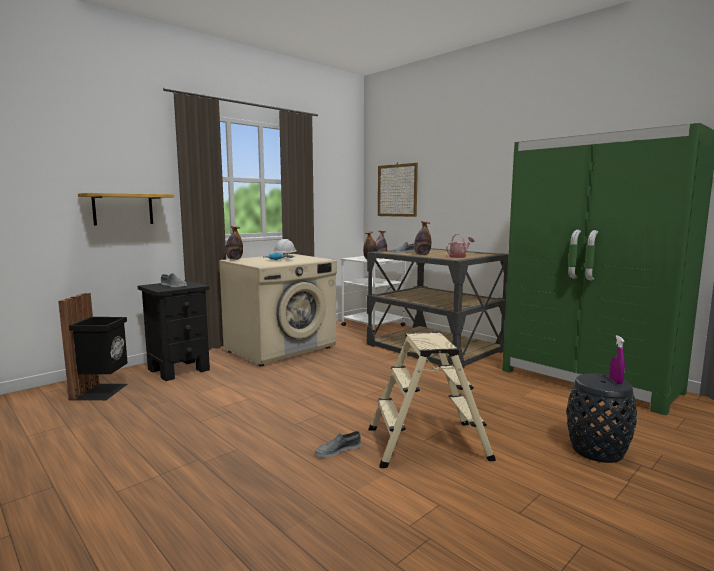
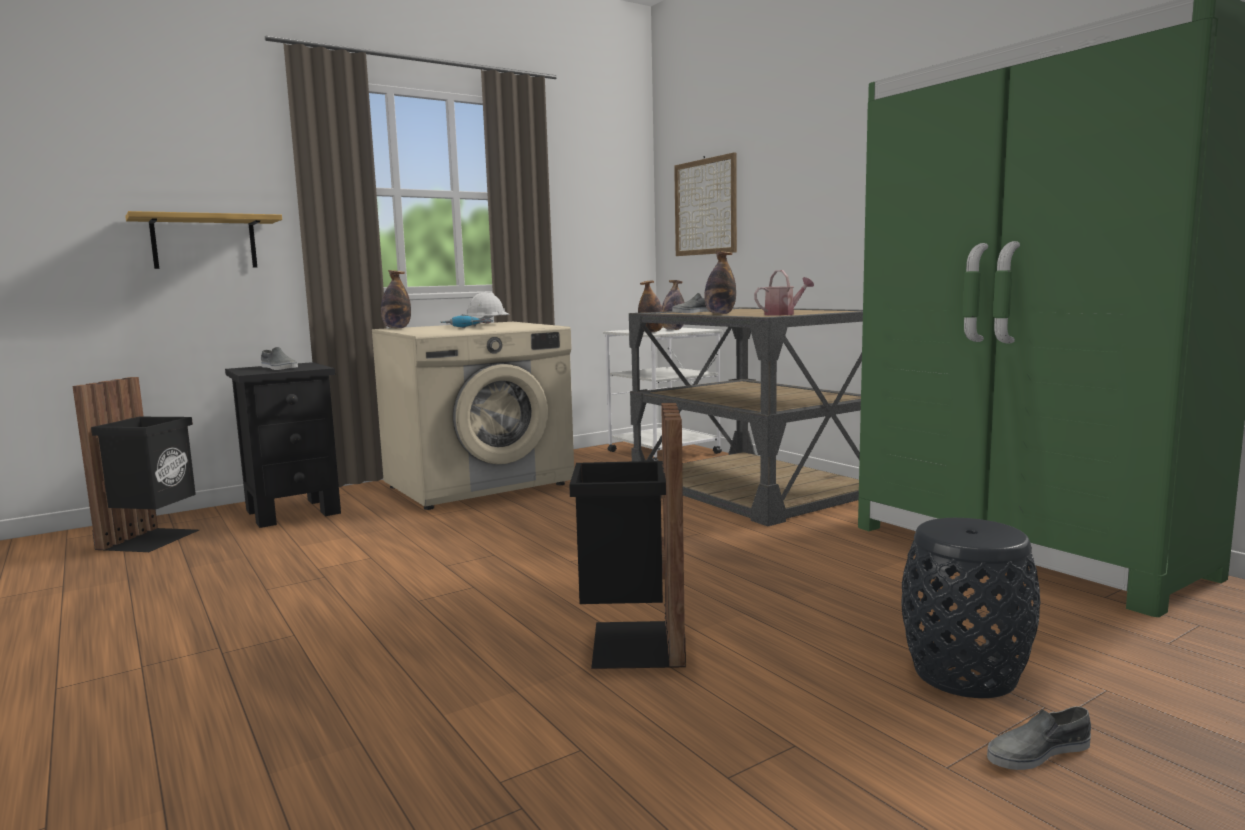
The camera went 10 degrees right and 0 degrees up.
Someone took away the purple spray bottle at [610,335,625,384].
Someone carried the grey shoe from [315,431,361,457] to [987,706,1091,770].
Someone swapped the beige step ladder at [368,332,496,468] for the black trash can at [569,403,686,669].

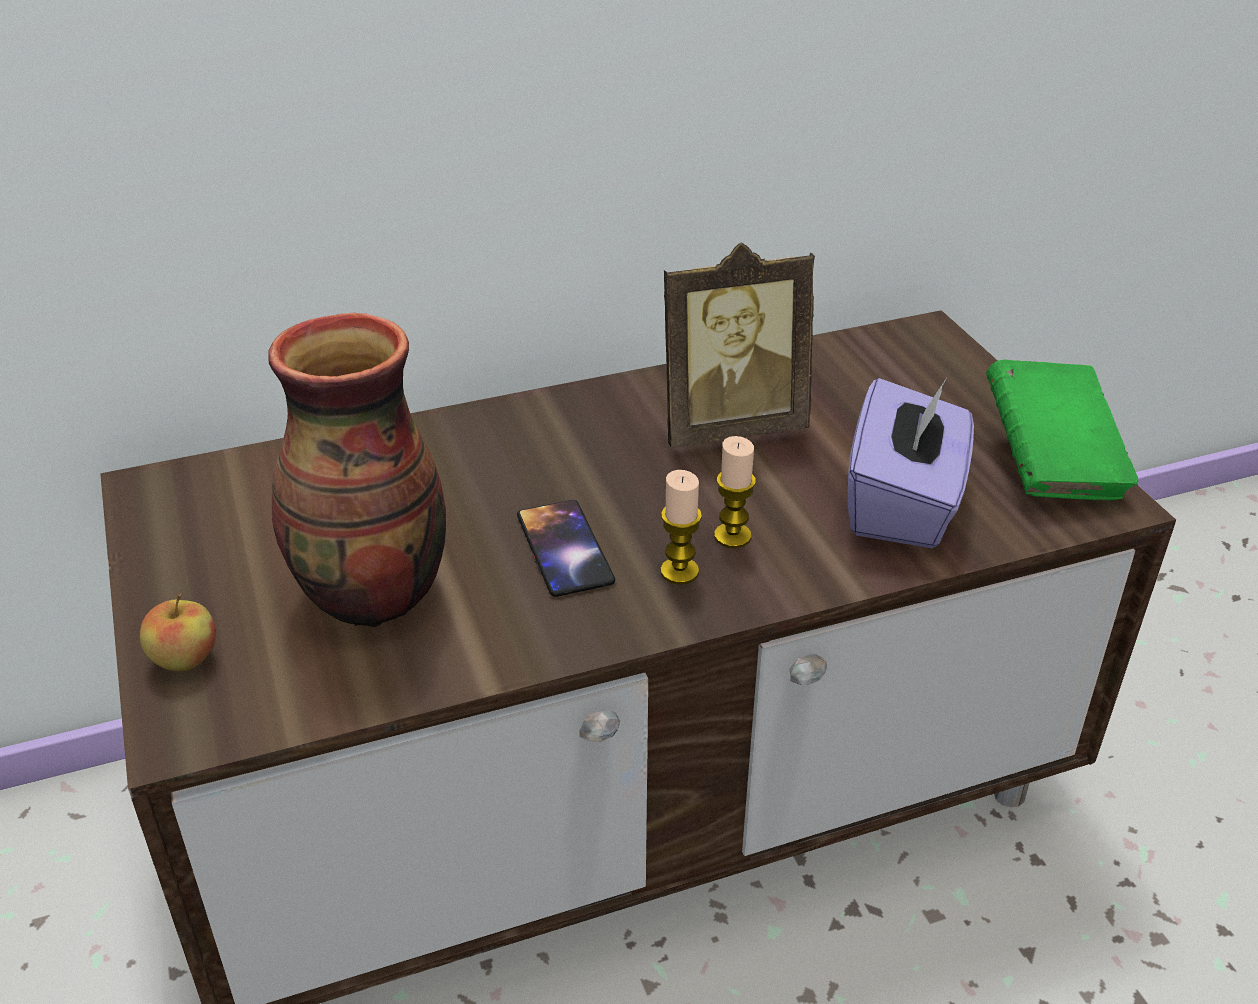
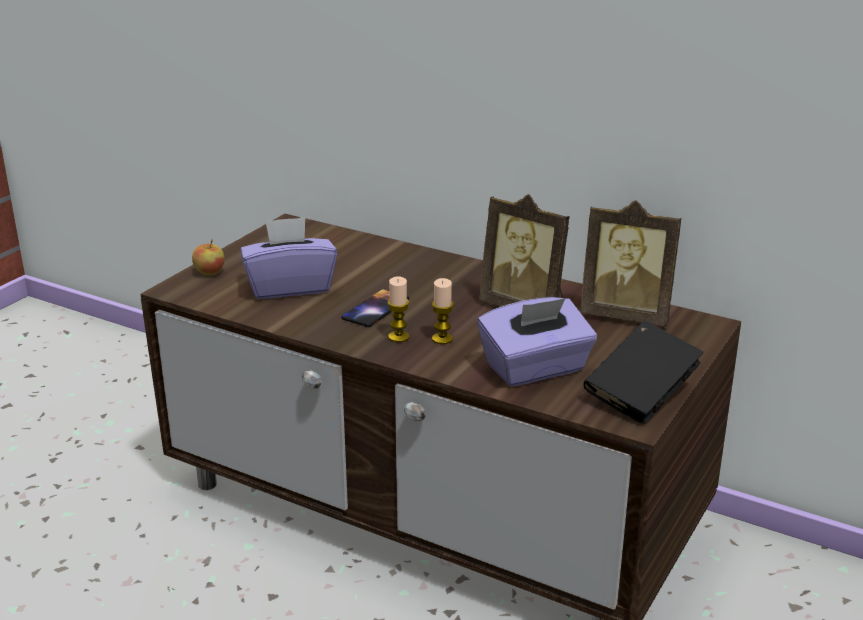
The camera went 50 degrees right and 10 degrees down.
Someone put down the picture frame at [580,200,681,326].
Someone swapped the vase at [268,313,446,627] for the purple tissue box at [240,217,337,299].
Someone repainted the green book at [986,360,1138,501], which became the black book at [584,321,704,424].

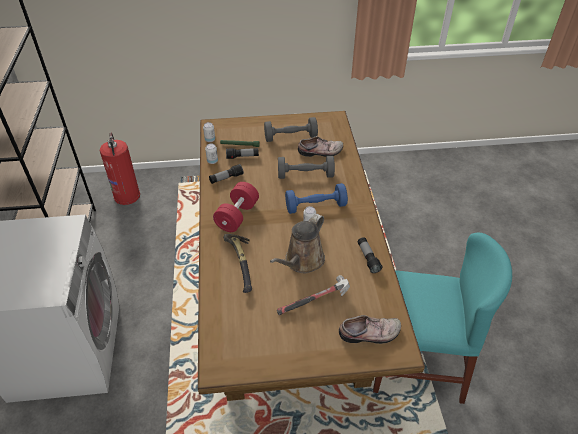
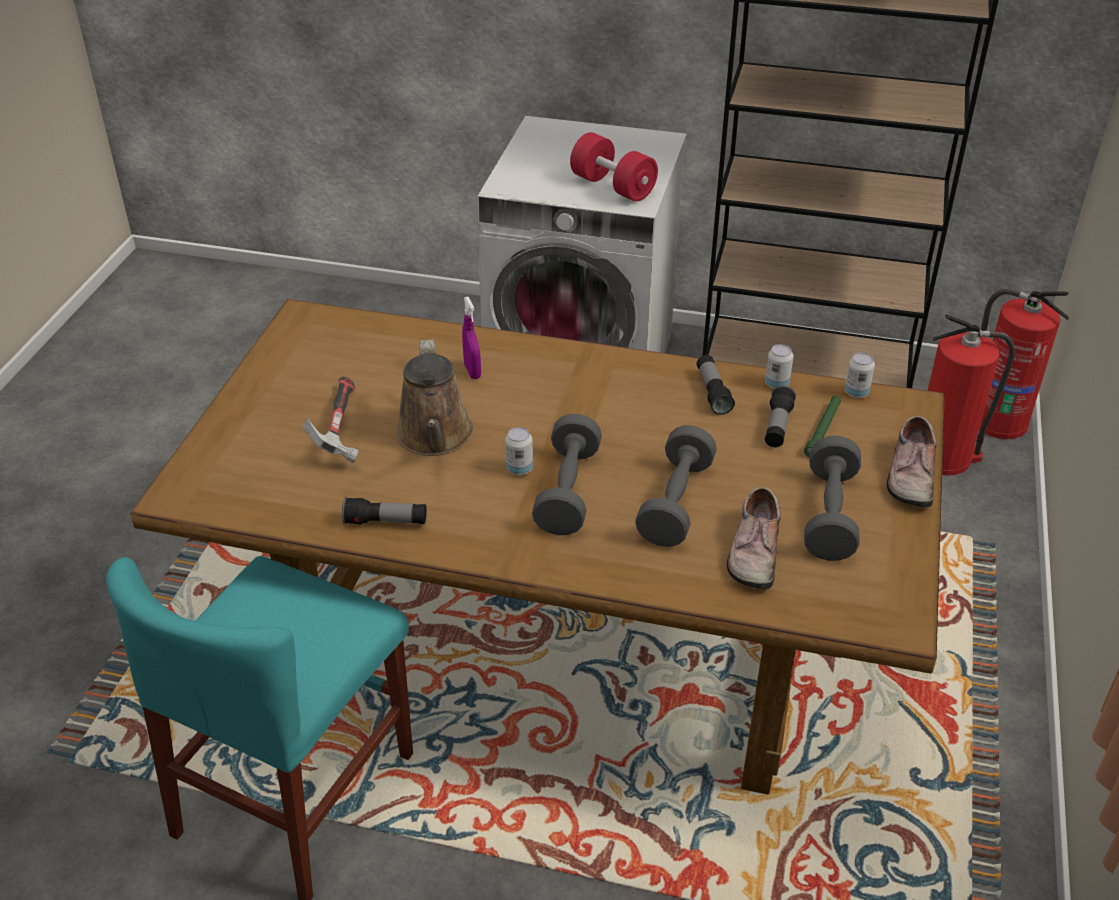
The camera went 110 degrees right and 5 degrees down.
Someone put down the fire extinguisher at [979,288,1069,439].
Someone carried the red dumbbell from [213,182,259,232] to [570,132,658,202].
Someone carried the shoe from [339,315,401,344] to [887,416,937,507].
Someone swapped the hammer at [223,234,252,293] for the purple spray bottle at [462,297,481,379].
Someone repainted the blue dumbbell at [285,183,348,214], which became the grey dumbbell at [532,414,602,535].
Someone rotated the brown watering can at [270,214,325,273] by 150 degrees counterclockwise.

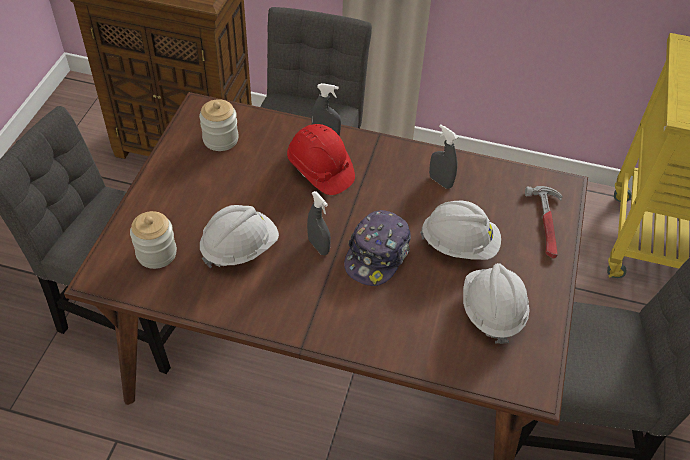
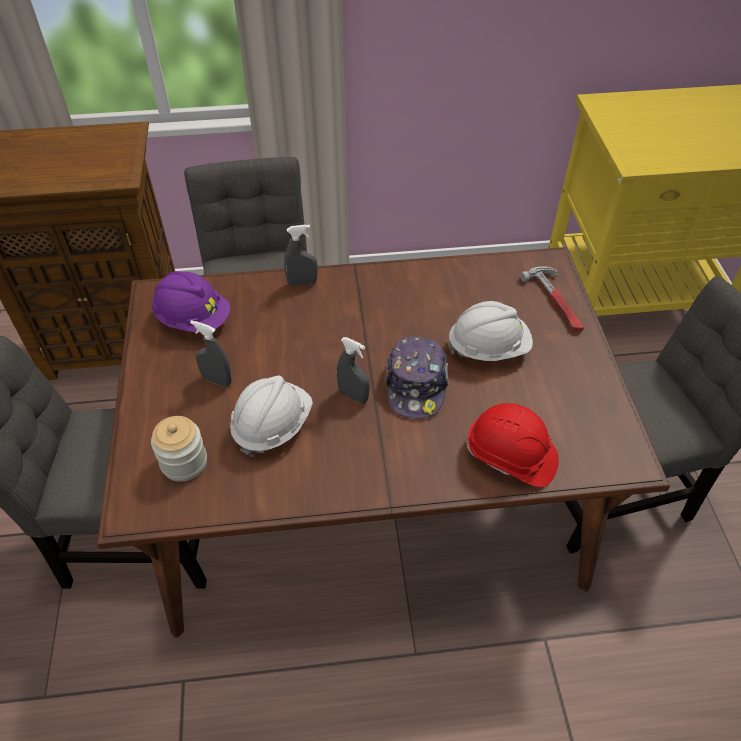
The camera went 20 degrees left and 0 degrees up.
Someone took away the white hard hat at [463,263,529,344].
Someone carried the red hard hat from [287,124,355,195] to [466,403,559,487].
Someone carried the grey spray bottle from [429,124,458,189] to [190,320,232,387].
Someone swapped the jar at [199,99,239,151] for the purple hard hat at [152,271,231,333].

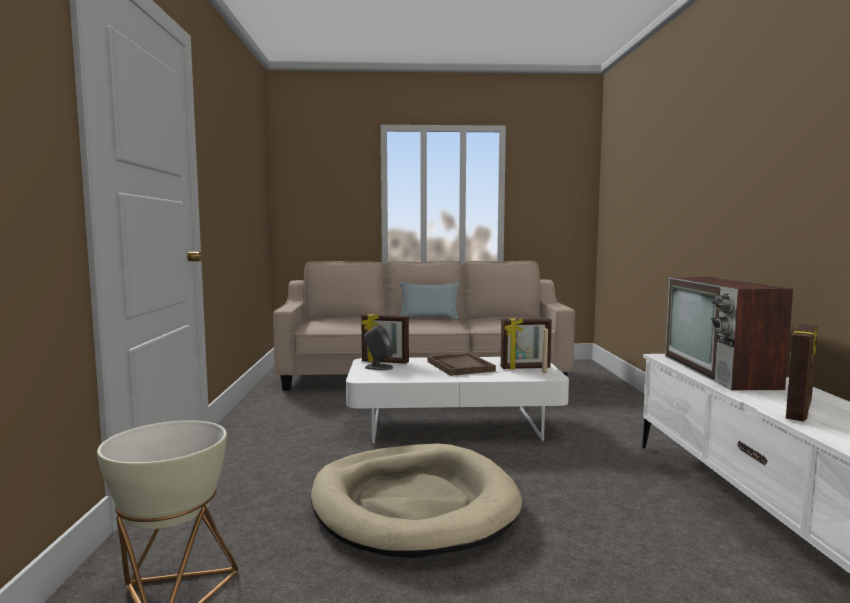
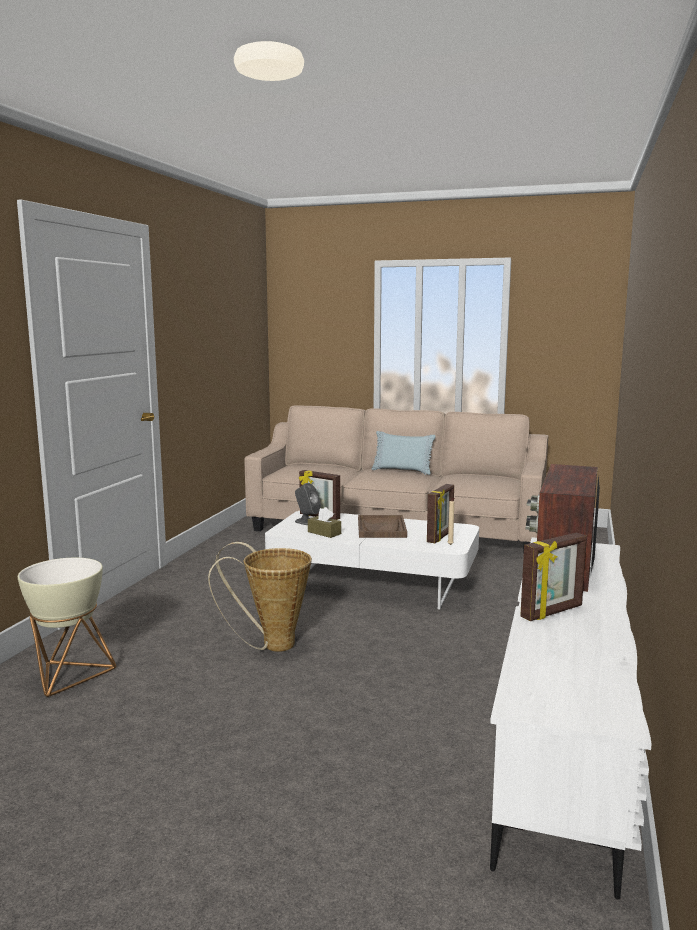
The camera went 20 degrees right and 5 degrees up.
Someone put down the brown tissue box at [308,507,341,538].
Someone swapped the beige dog bed at [311,444,522,558] for the basket at [208,542,312,652].
Someone rotated the picture frame at [501,318,552,369] by 75 degrees counterclockwise.

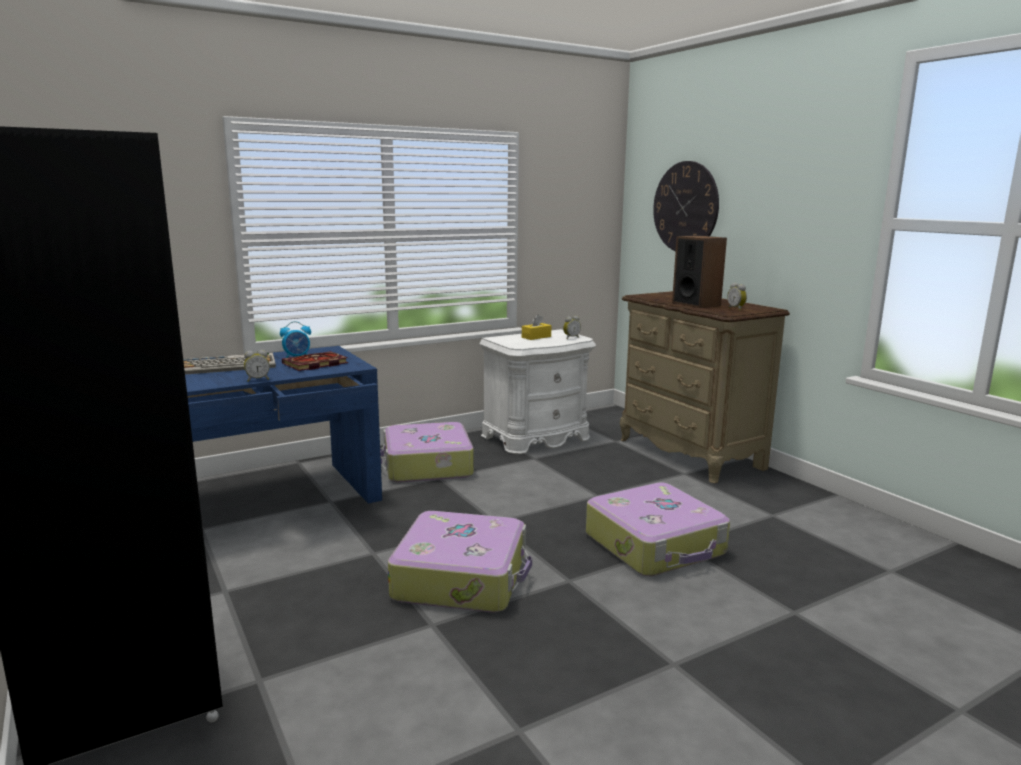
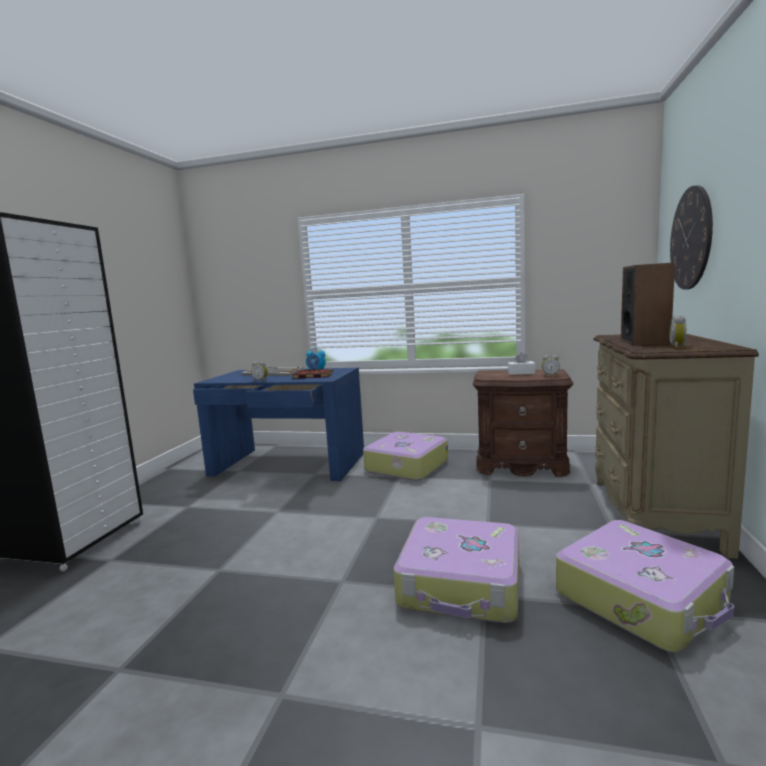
The camera went 45 degrees right and 5 degrees down.
Someone carried the suitcase from [388,511,532,612] to [556,520,734,652].
Someone repainted the white nightstand at [479,329,596,454], which became the brown nightstand at [473,369,574,477].
Someone repainted the yellow tissue box at [522,314,551,340], which became the white tissue box at [508,352,535,375].

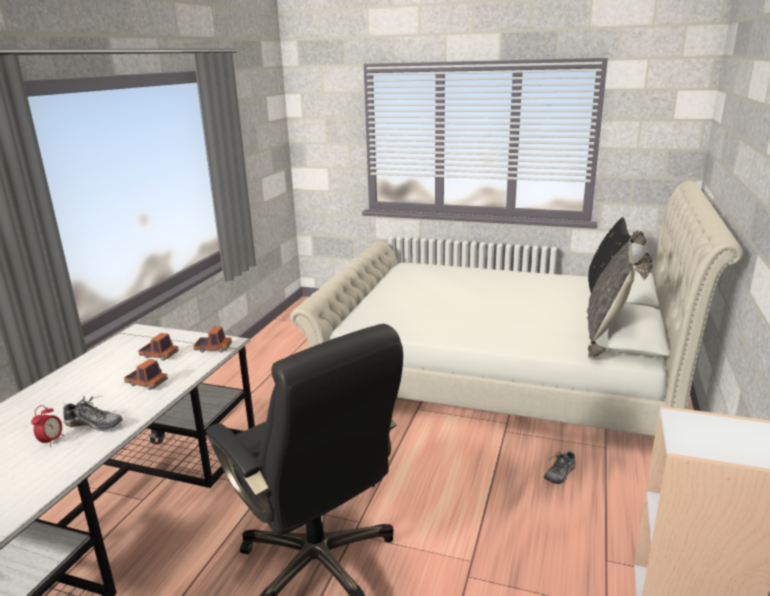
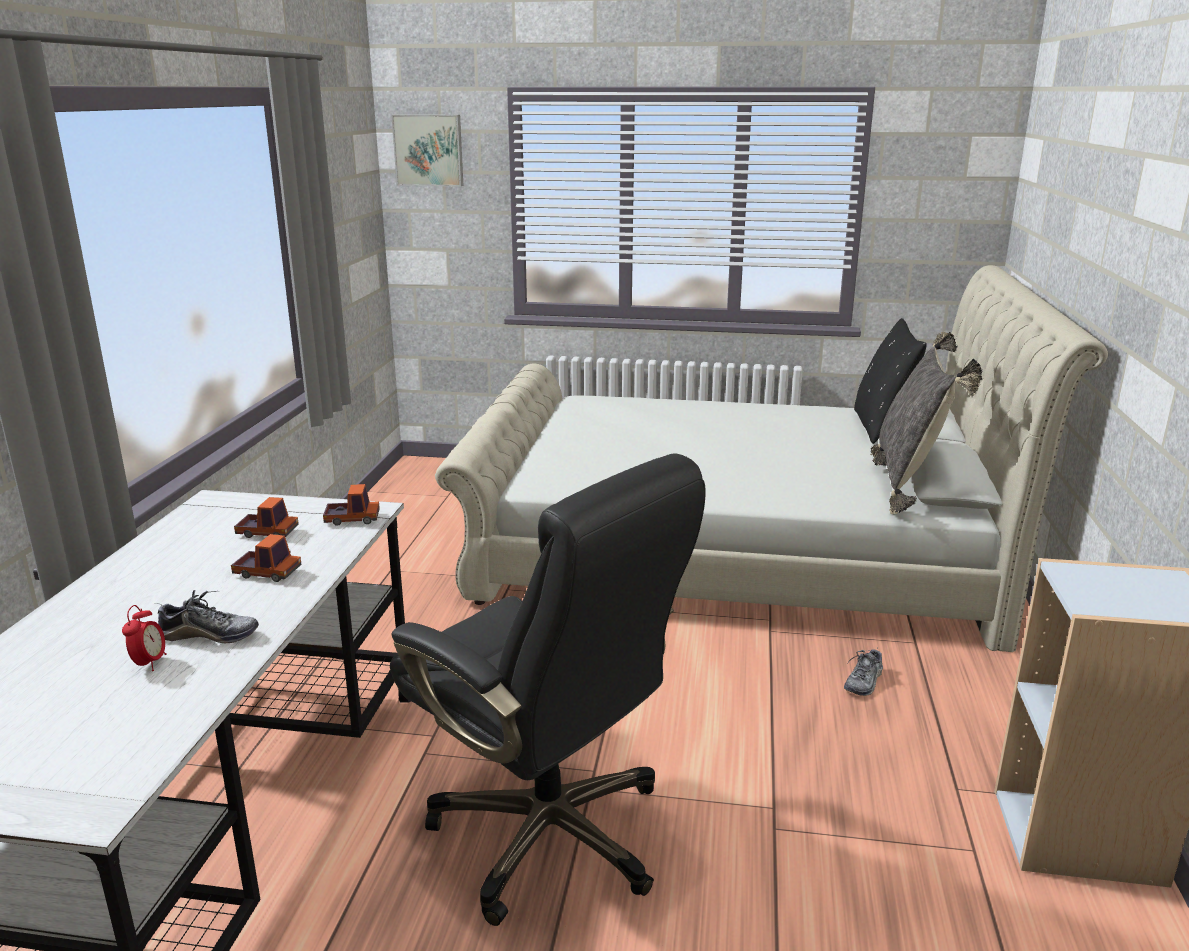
The camera went 10 degrees left and 0 degrees up.
Someone put up the picture at [391,114,464,187].

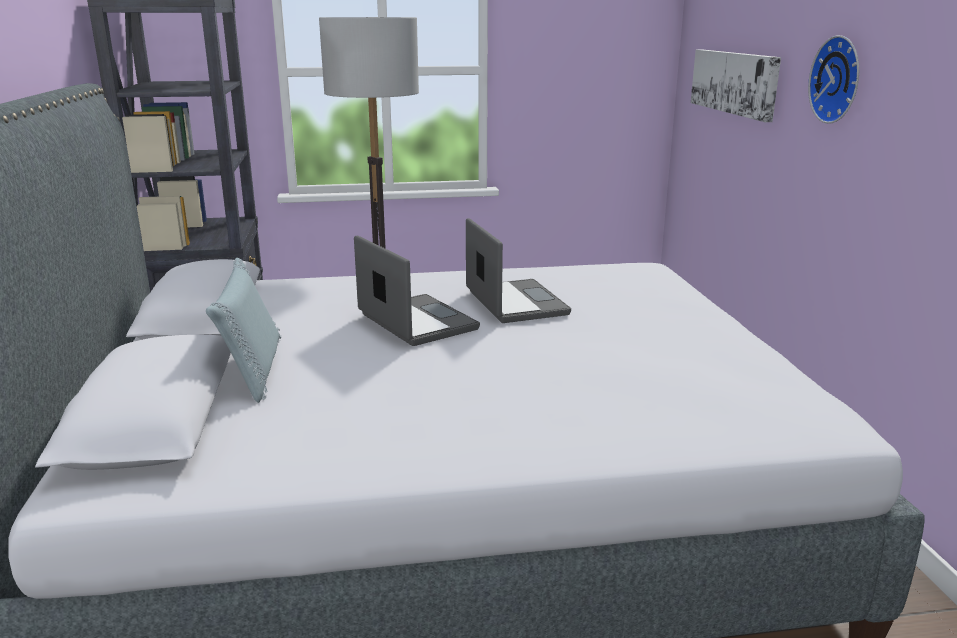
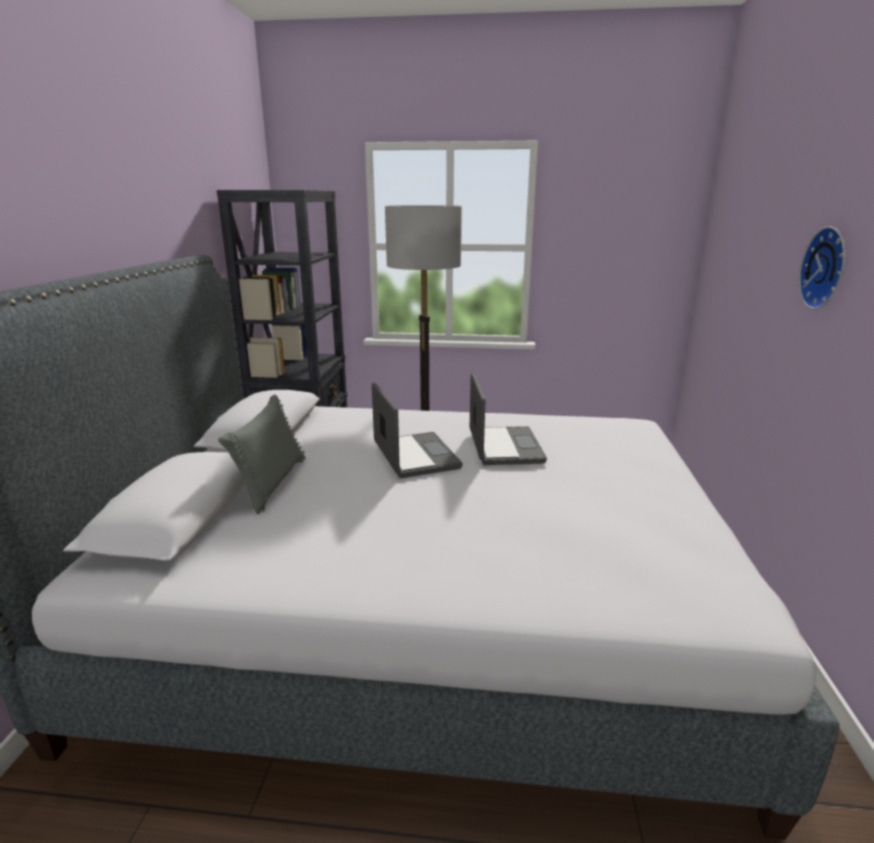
The camera went 15 degrees right and 0 degrees up.
Someone took away the picture at [691,49,781,122].
Someone repainted the blue pillow at [206,258,282,403], which became the grey pillow at [218,394,305,514].

